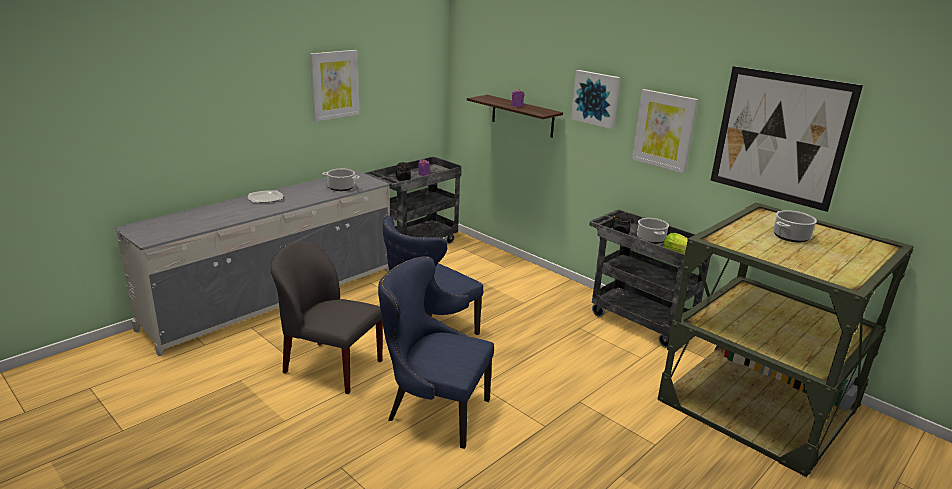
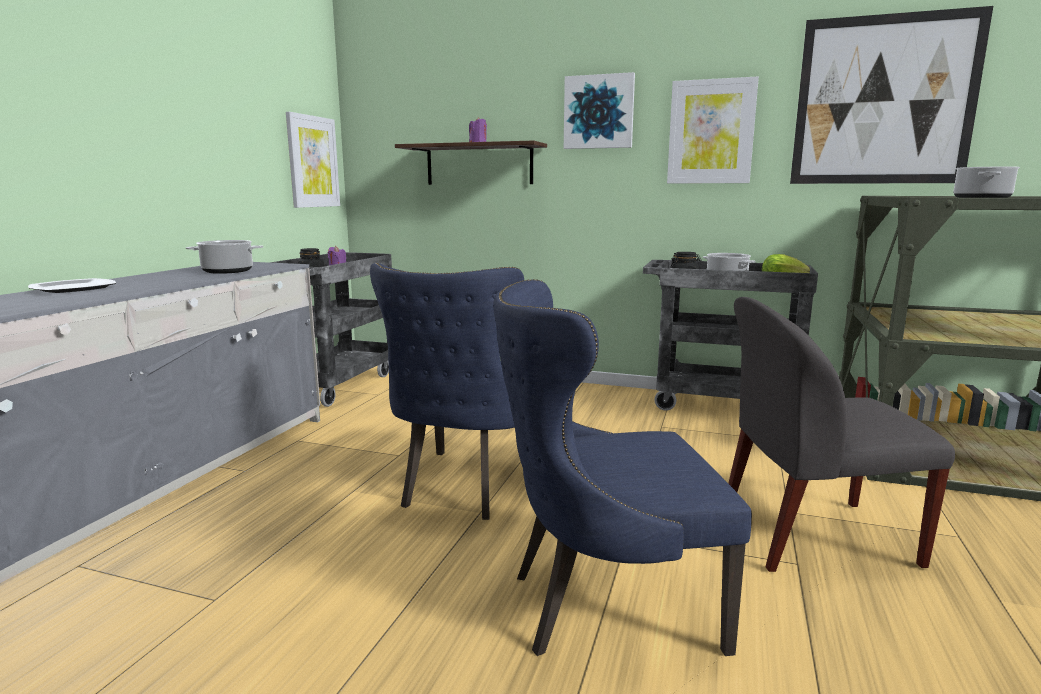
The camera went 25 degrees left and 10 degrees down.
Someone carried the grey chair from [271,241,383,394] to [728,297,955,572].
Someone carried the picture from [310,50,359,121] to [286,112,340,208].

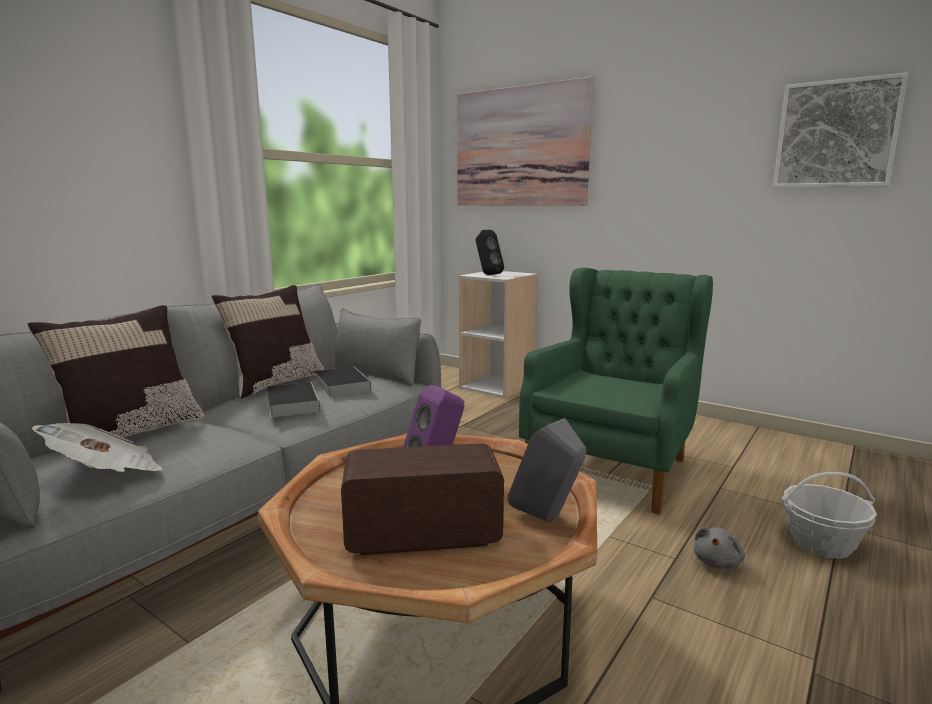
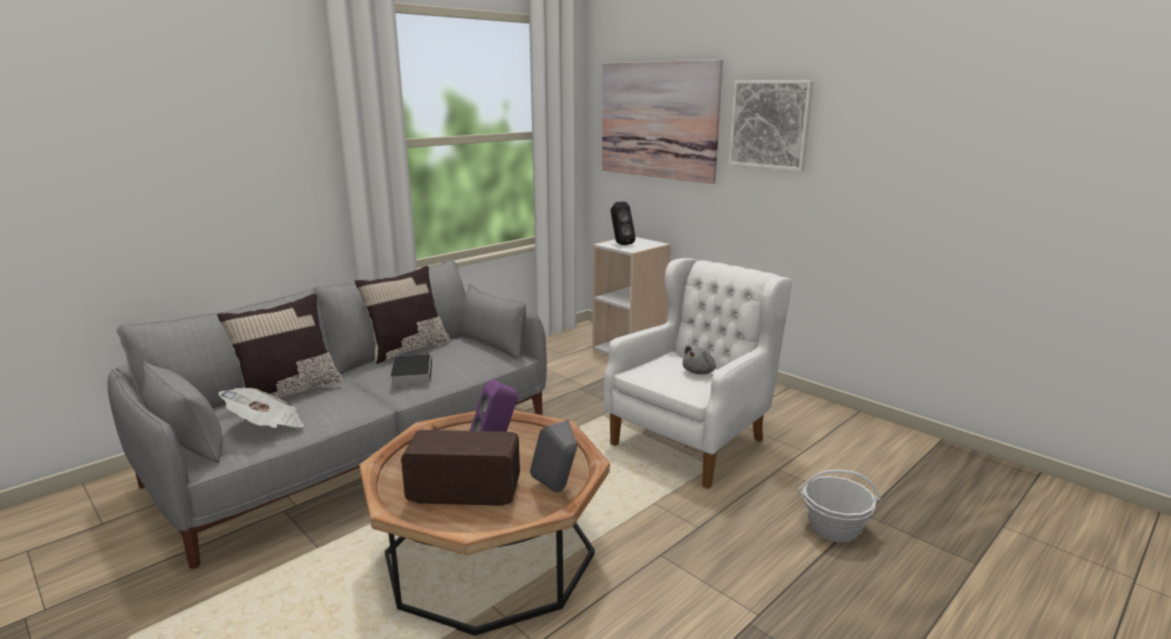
The camera went 10 degrees right and 5 degrees up.
Someone took away the book at [315,366,371,397].
Someone carried the grey plush toy from [694,527,745,569] to [683,345,716,374].
Someone carried the picture from [773,72,908,188] to [729,80,814,172].
Someone repainted the green armchair at [519,268,713,515], which became the white armchair at [604,258,792,489].

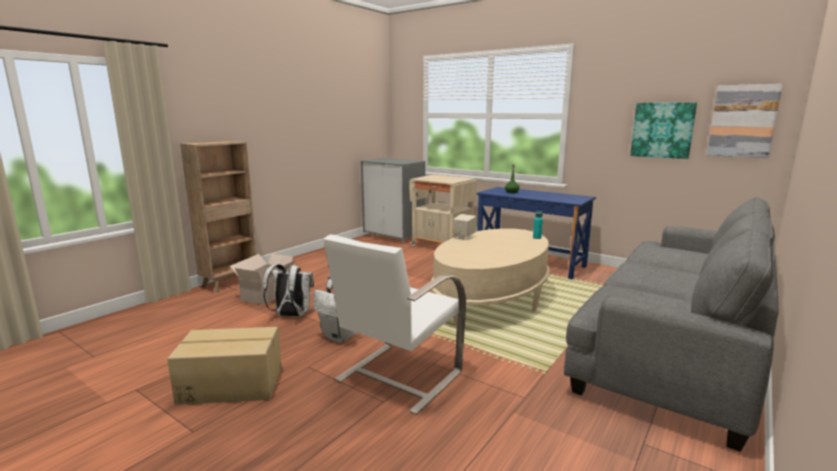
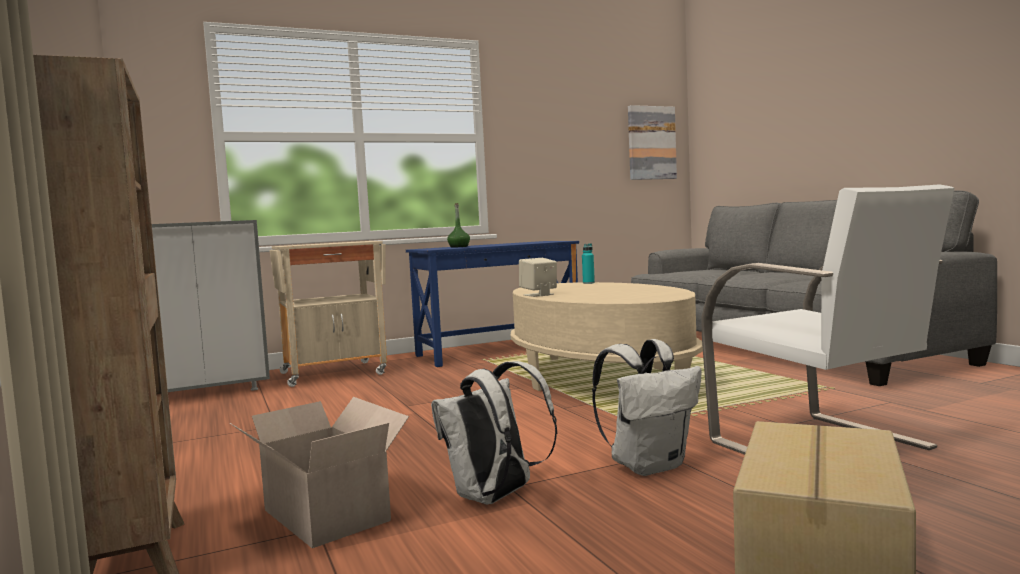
The camera went 60 degrees left and 10 degrees down.
Someone took away the picture at [630,102,697,159].

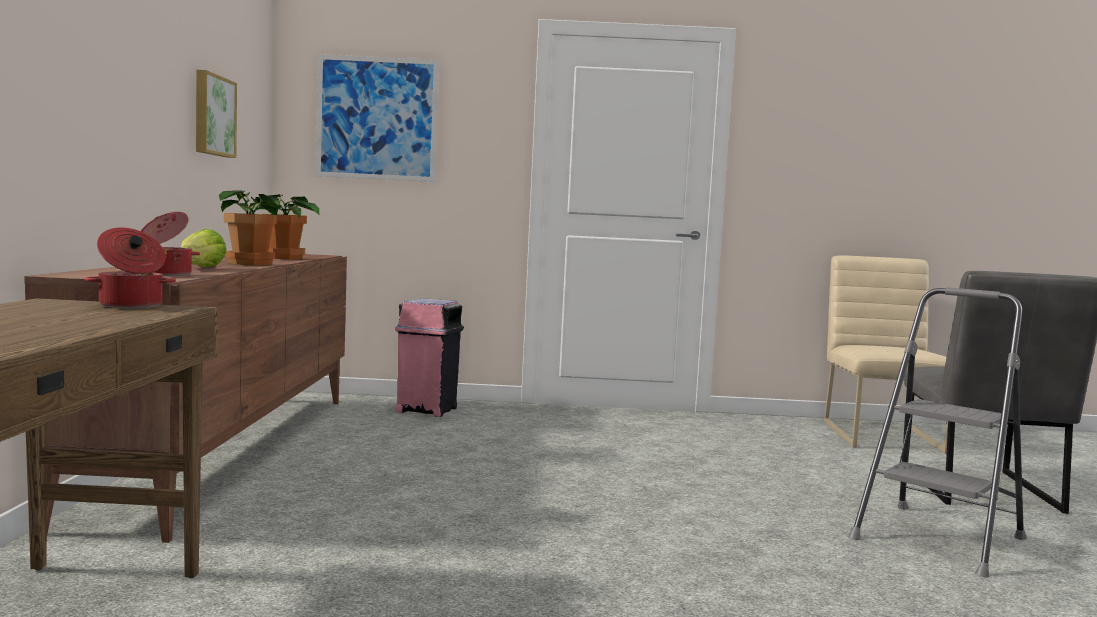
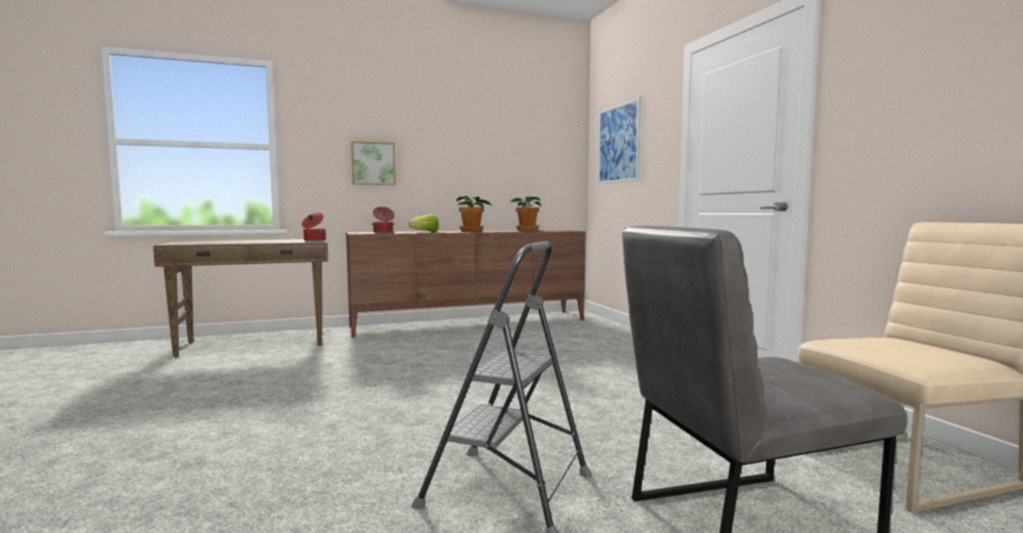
The camera went 70 degrees right and 0 degrees up.
Someone took away the pink trash can at [395,298,464,417].
Someone carried the picture from [196,70,237,158] to [351,141,396,185].

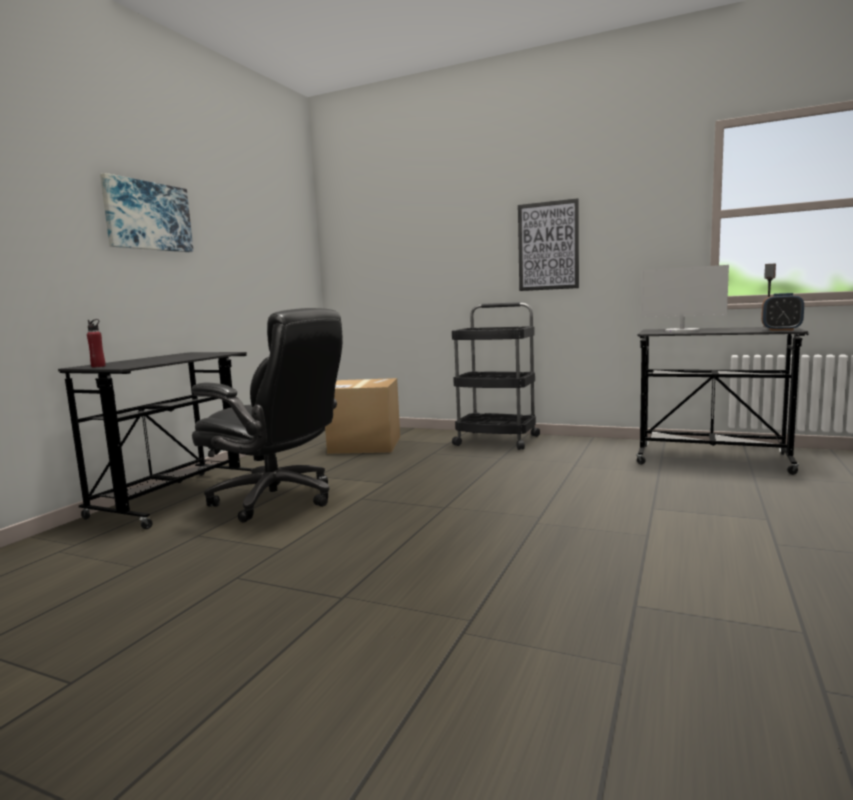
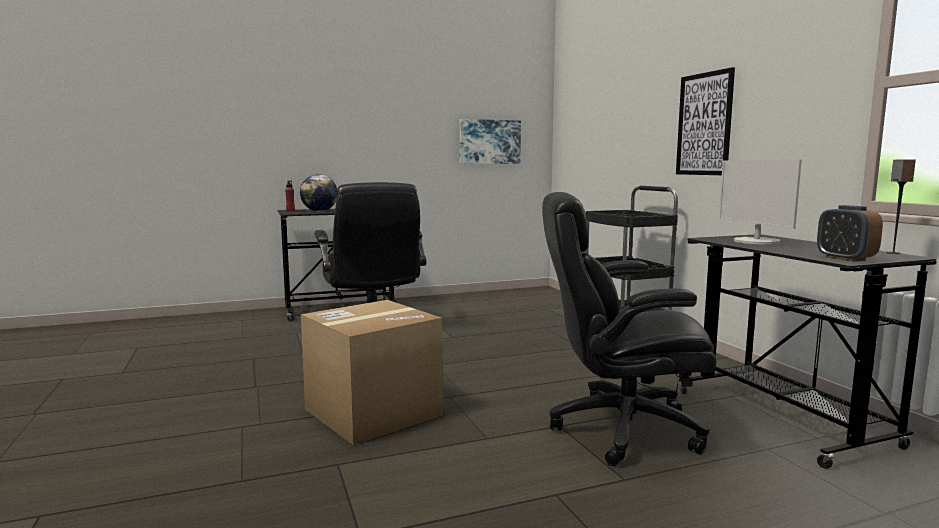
The camera went 45 degrees right and 0 degrees up.
Someone put down the globe at [300,174,338,211].
Someone put down the black office chair at [542,192,717,466].
Someone carried the picture from [100,173,194,252] to [460,119,521,164].
Someone carried the cardboard box from [325,378,400,454] to [301,300,443,445].

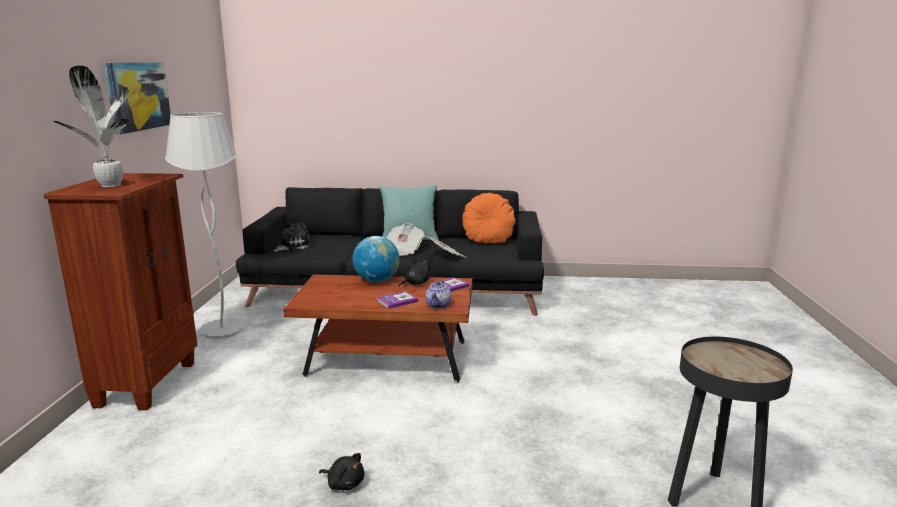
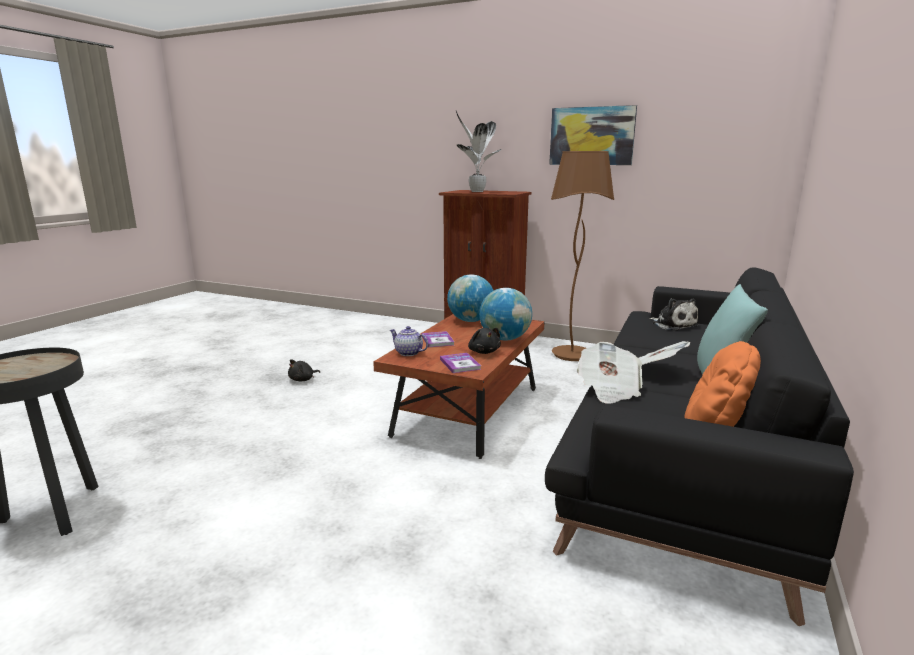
The camera went 110 degrees right and 0 degrees up.
Someone put down the globe at [447,275,494,322].
Someone repainted the white floor lamp at [165,112,245,339], which became the brown floor lamp at [551,151,614,361].

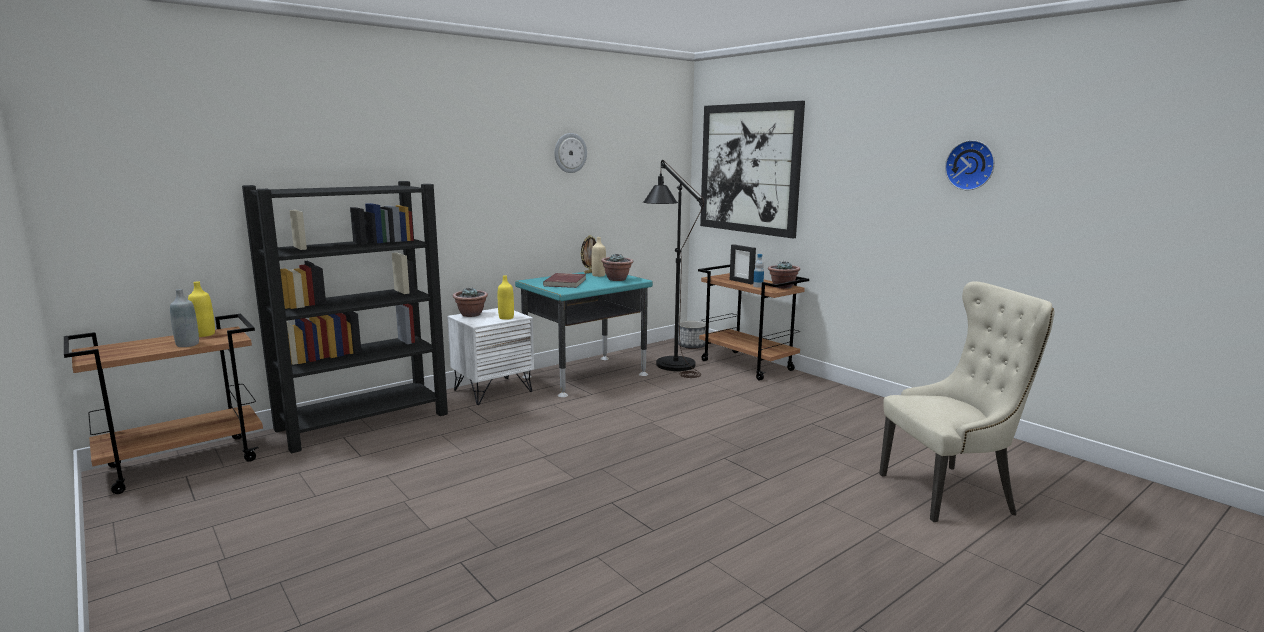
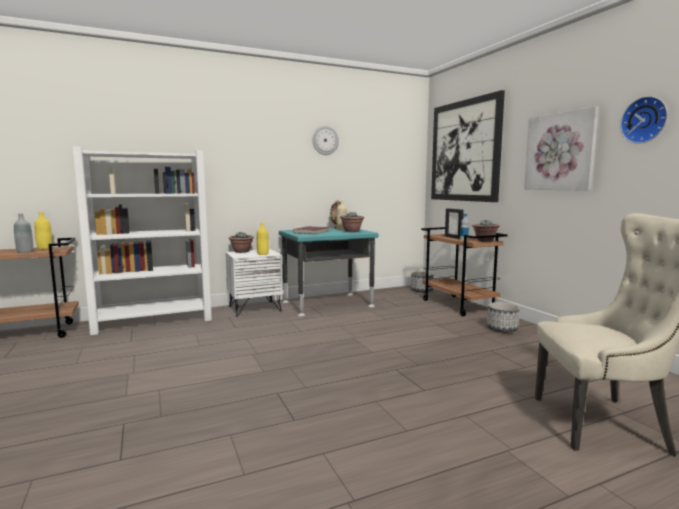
The camera went 15 degrees right and 5 degrees down.
Someone took away the black floor lamp at [643,160,704,378].
Someone put down the planter at [487,302,520,333].
Someone put up the picture at [524,106,599,191].
Someone repainted the black bookcase at [242,181,448,453], which became the white bookcase at [72,147,212,335].

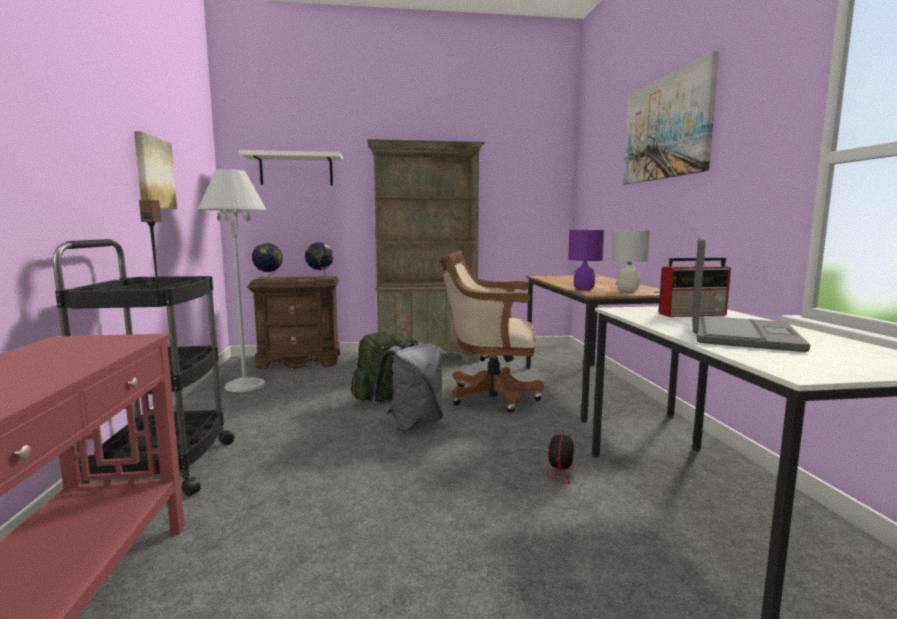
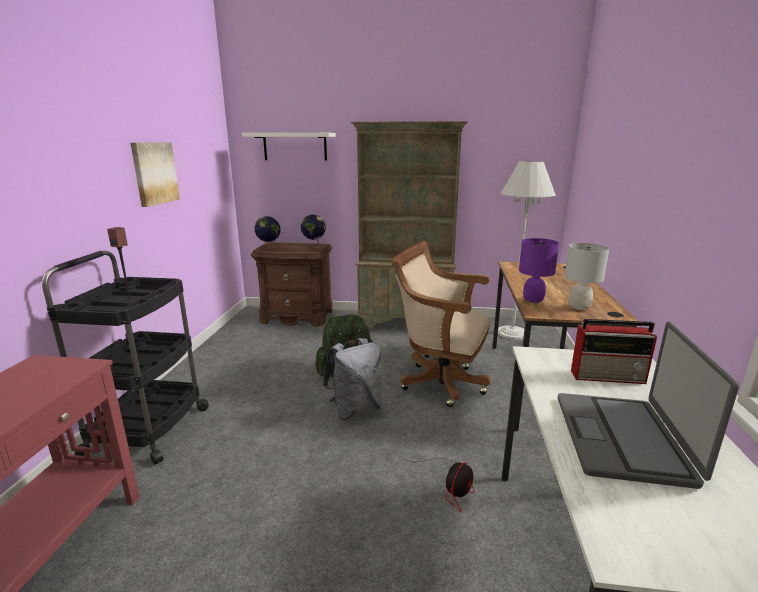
The camera went 15 degrees right and 10 degrees up.
Someone took away the picture at [623,51,719,185].
Someone carried the white floor lamp from [198,169,266,392] to [498,161,556,340].
Someone rotated the laptop at [692,237,810,352] by 150 degrees clockwise.

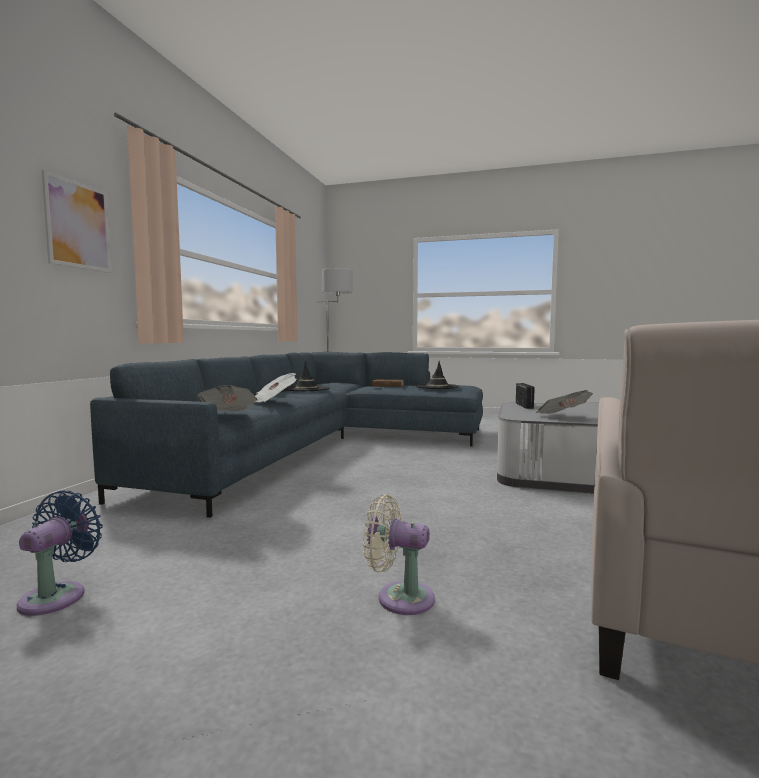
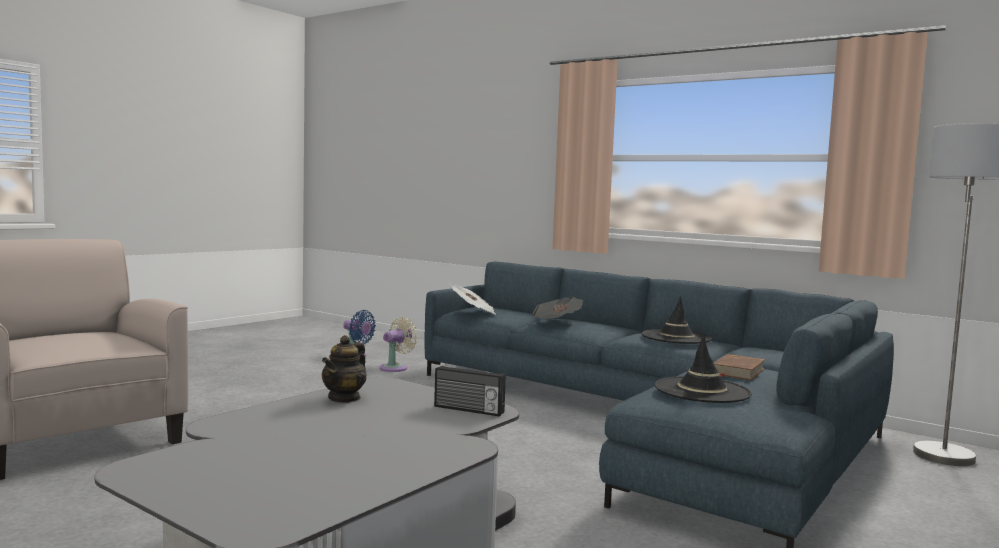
The camera went 110 degrees right and 0 degrees up.
Someone took away the picture at [42,170,111,273].
Someone carried the beige fan from [363,494,435,615] to [380,317,418,372].
Someone swapped the newspaper at [535,390,593,414] for the teapot at [322,335,367,403].

